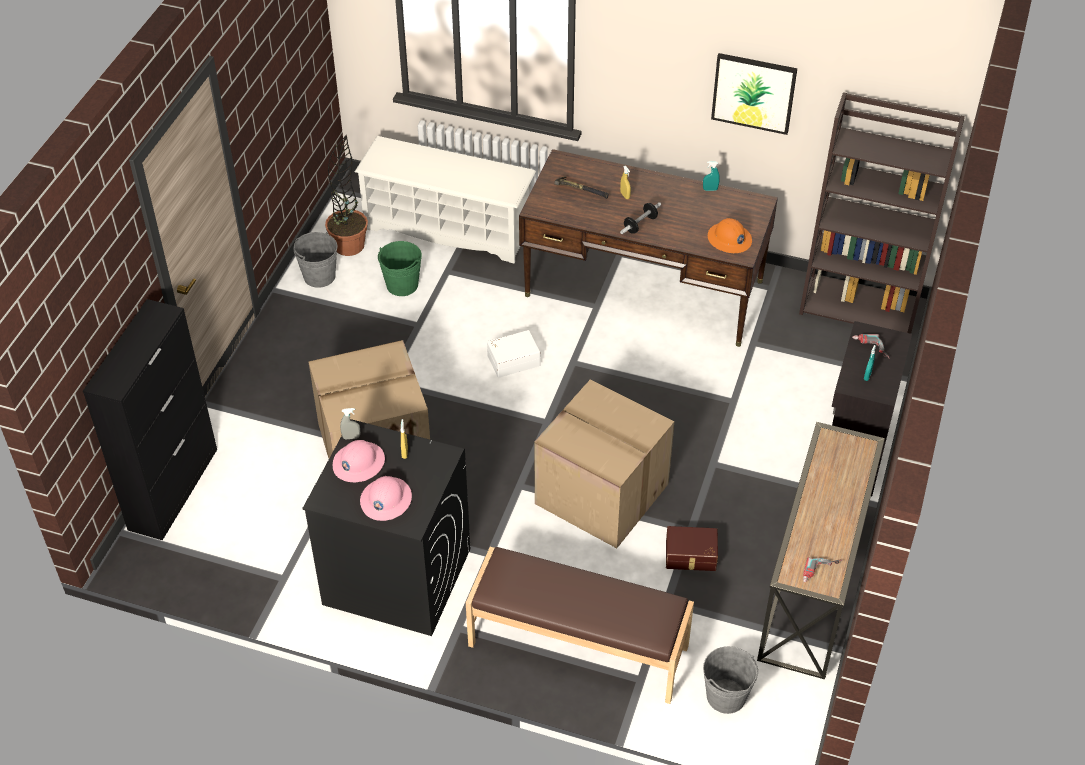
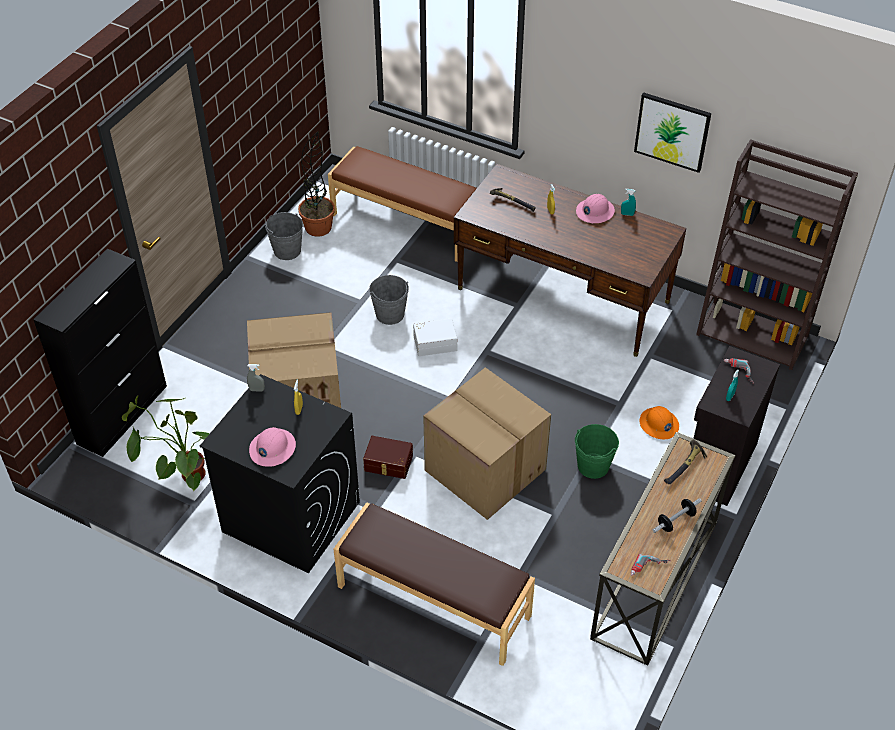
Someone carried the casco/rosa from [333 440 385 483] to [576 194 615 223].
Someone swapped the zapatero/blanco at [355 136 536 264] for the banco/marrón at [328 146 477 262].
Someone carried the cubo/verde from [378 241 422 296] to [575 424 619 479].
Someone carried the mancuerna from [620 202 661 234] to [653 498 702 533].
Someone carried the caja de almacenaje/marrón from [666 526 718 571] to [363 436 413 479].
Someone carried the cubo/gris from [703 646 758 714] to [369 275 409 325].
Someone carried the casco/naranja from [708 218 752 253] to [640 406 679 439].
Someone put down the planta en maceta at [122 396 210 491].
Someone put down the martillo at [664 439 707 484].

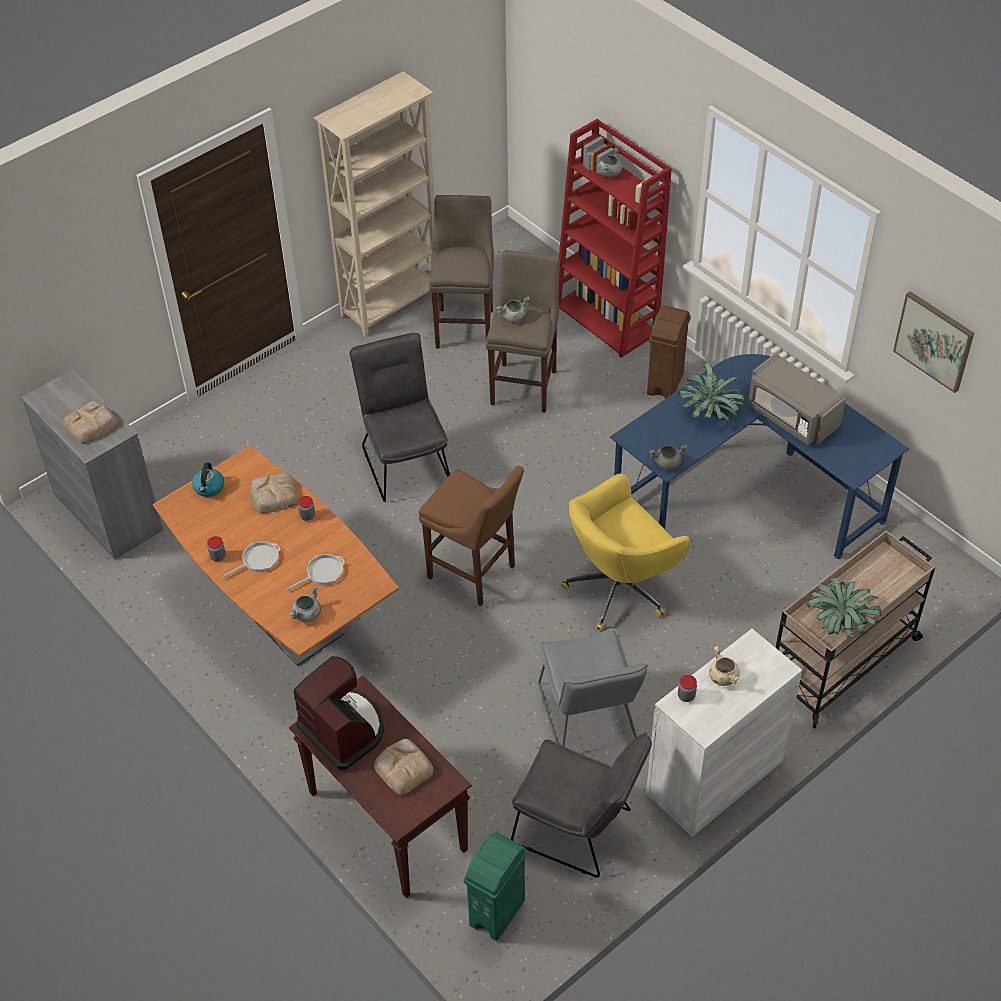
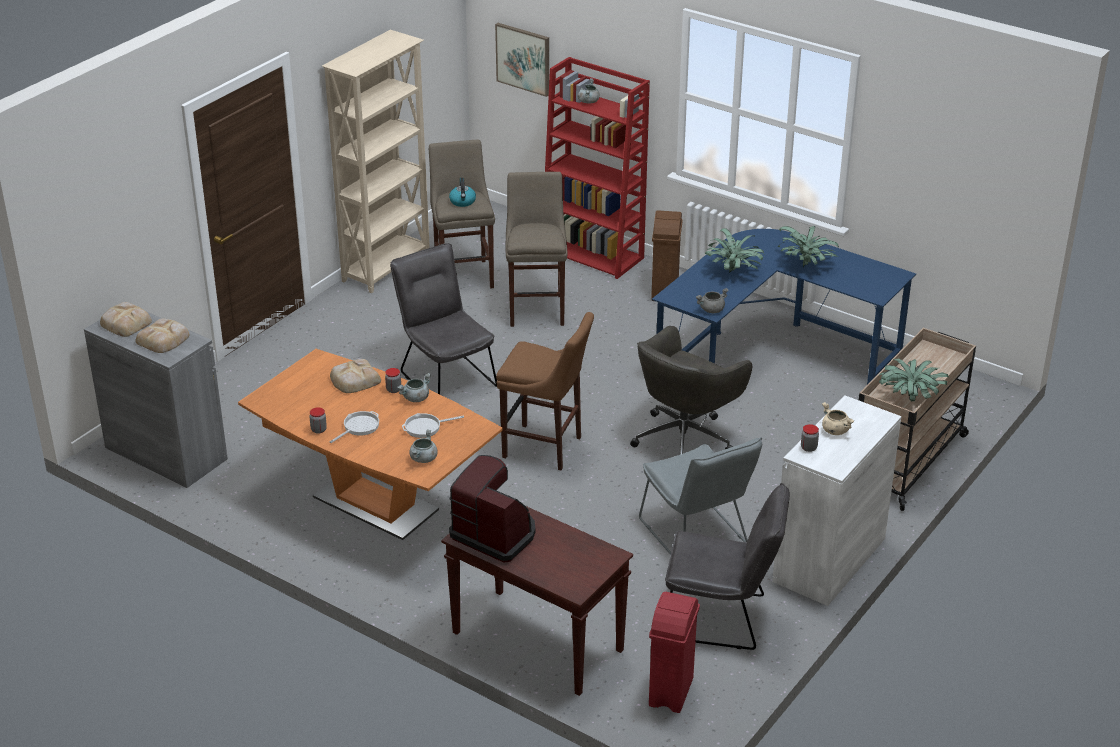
Someone carried the hervidor from [192 462 224 497] to [449 178 476 207].
Someone rotated the sartén at [286 554 345 591] by 150 degrees counterclockwise.
Someone carried the pan from [374 739 433 795] to [100 302 152 337].
Someone repainted the papelera/verde at [464 832 527 941], which became the papelera/rojo at [649 592 700 713].
Someone carried the olla/gris from [496 297 530 323] to [397 373 431 402].
Someone repainted the silla de oficina/amarillo at [561 474 690 631], which became the silla de oficina/gris at [630 326 752 454].
Someone swapped the microondas/gris at [748 353 846 445] for the planta en maceta at [778 226 839 268].
Someone carried the cuadro from [893 291 974 393] to [495 23 549 97].

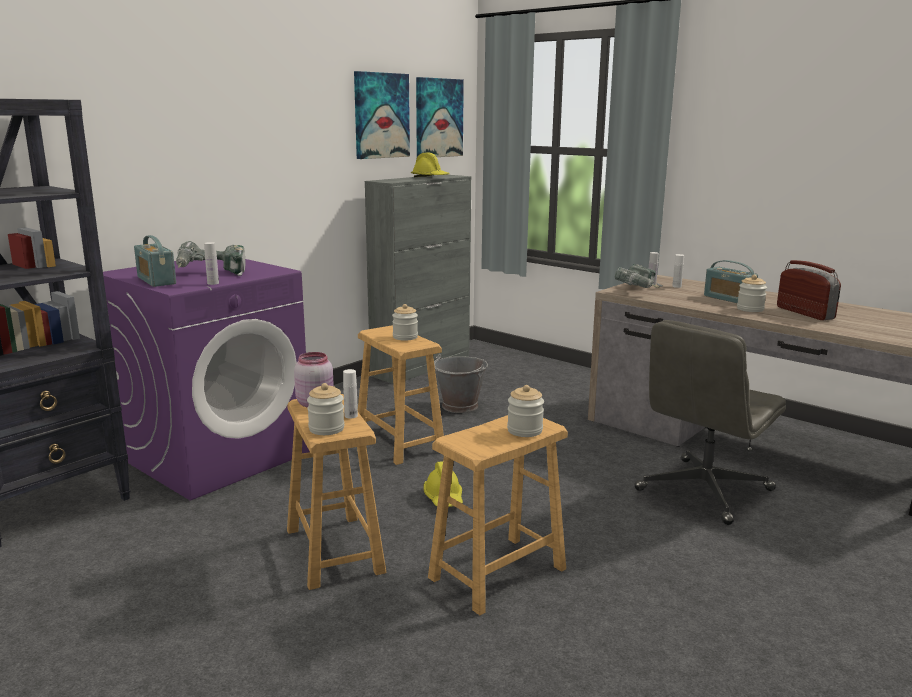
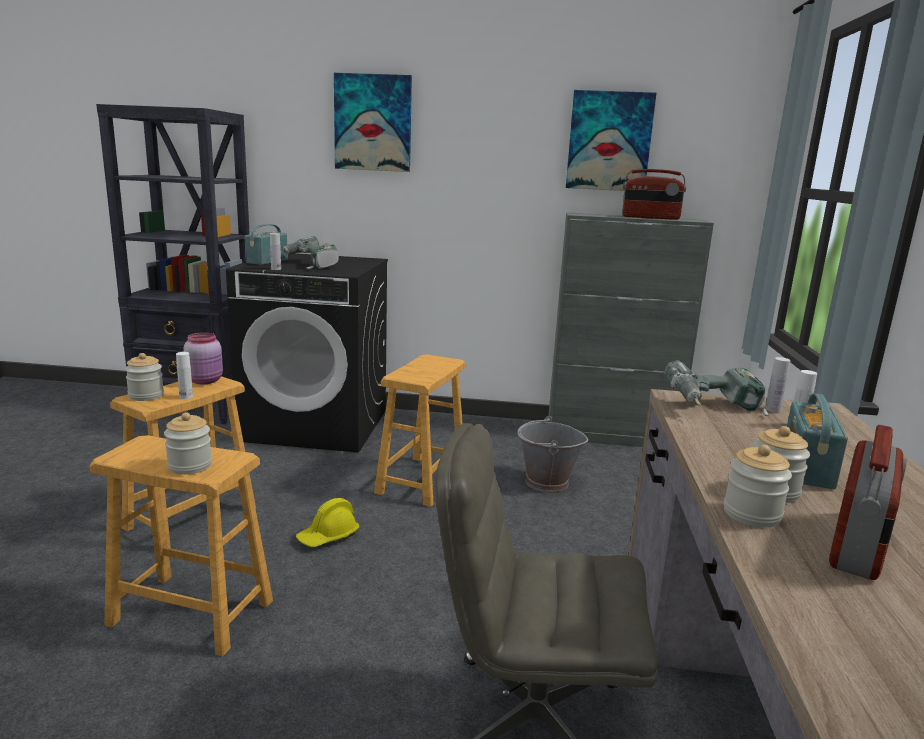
Someone repainted the lavadora/morado at [103 259 310 501], which became the lavadora/negro at [226 253 388 453].
Someone carried the tarro from [392 304 418 341] to [724 445 792 528].
Someone swapped the casco/amarillo at [411 153 450 177] for the radio at [622 169 686 220].
Someone carried the cuadro from [416 77 464 157] to [334 73 412 172].

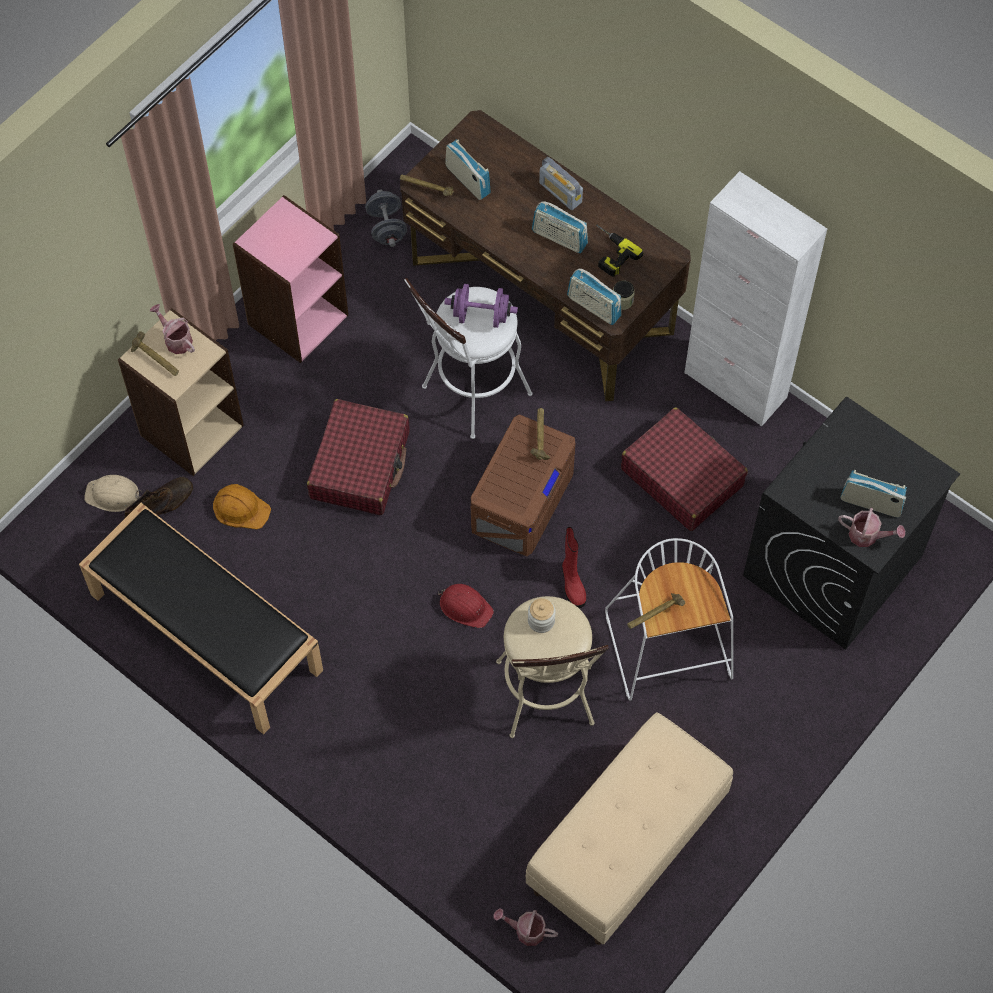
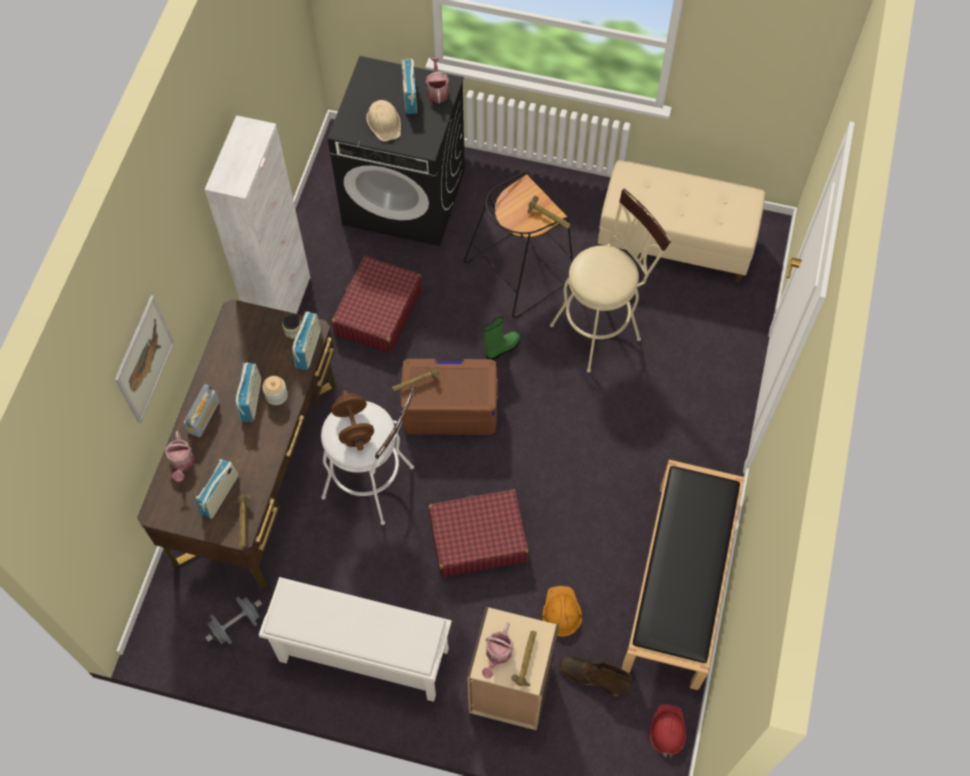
Someone carried the casco/beis from [84 475 142 512] to [366 100 401 141].
Someone swapped the estantería/rosa at [233 195 348 363] for the zapatero/blanco at [259 577 452 702].
Someone carried the casco/rojo from [438 584 494 628] to [650 704 686 758].
Someone repainted the mancuerna/morado at [445 284 518 328], which became the mancuerna/marrón at [331 390 374 450].
Someone carried the regadera from [494 908 558 946] to [164 431 195 482].
Someone carried the tarro from [528 598 556 633] to [262 376 288 405].
Someone repainted the bota/rojo at [562 527 586 608], which became the bota/verde at [484 317 520 360].
Someone took away the taladro at [596 225 644 277].
Someone repainted the taburete/blanco at [605 538 733 701], which became the taburete/negro at [463 172 573 318].
Someone put up the cuadro at [115 295 174 423].

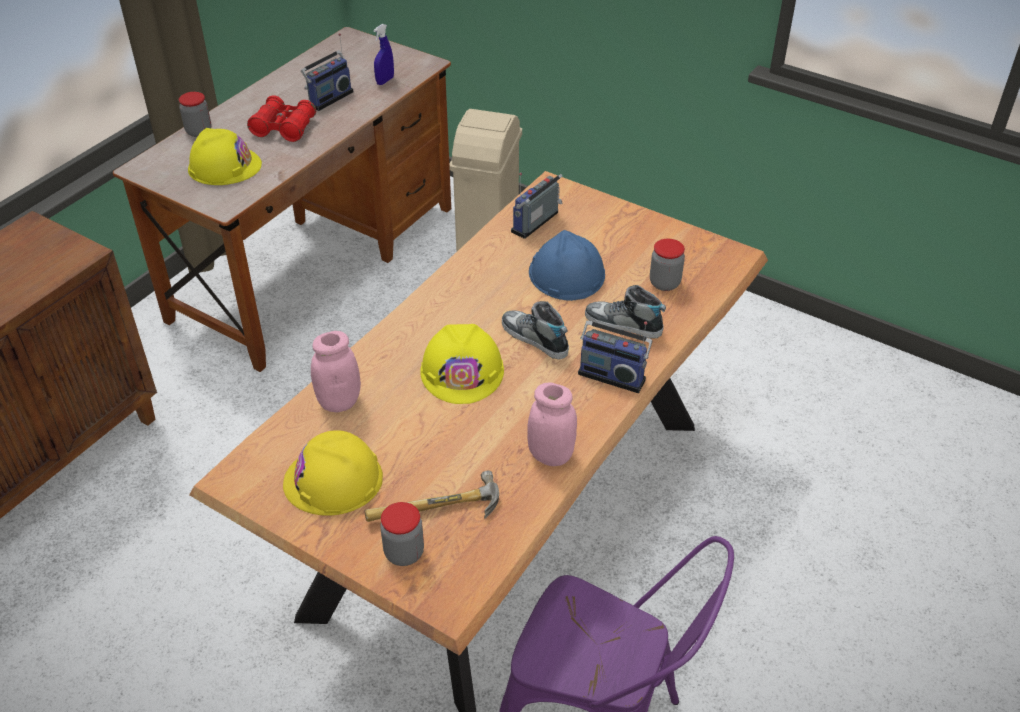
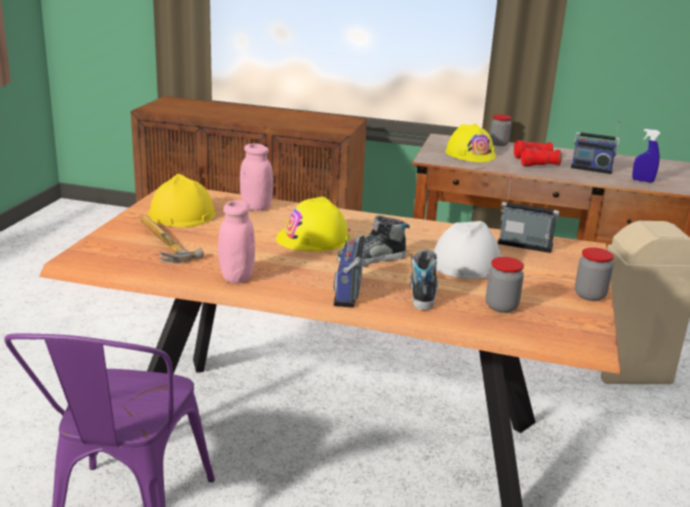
Someone carried the tarro from [380 502 424 566] to [575 247 614 301].
Someone rotated the zapato at [502 301 569 359] by 135 degrees counterclockwise.
Someone repainted the casco/azul at [529 230 605 301], which became the casco/blanco at [434 221 504 279].

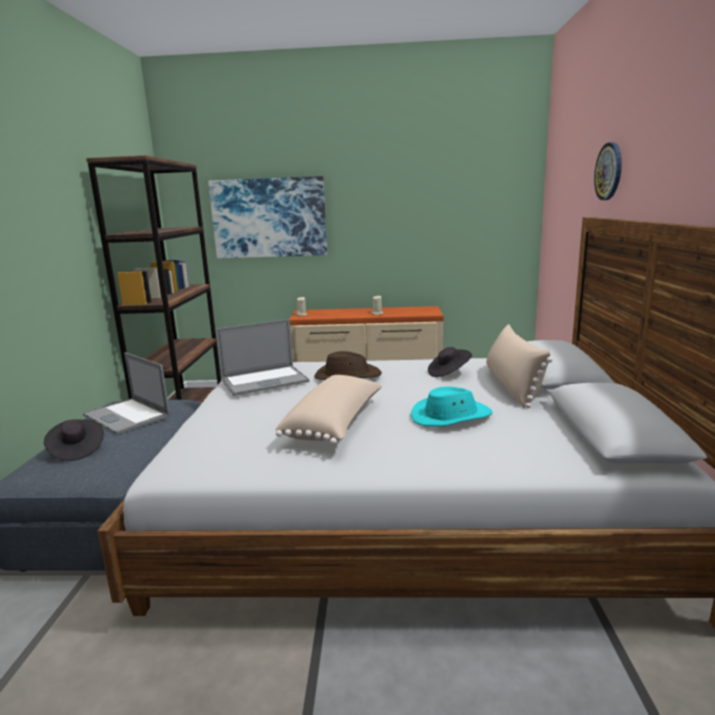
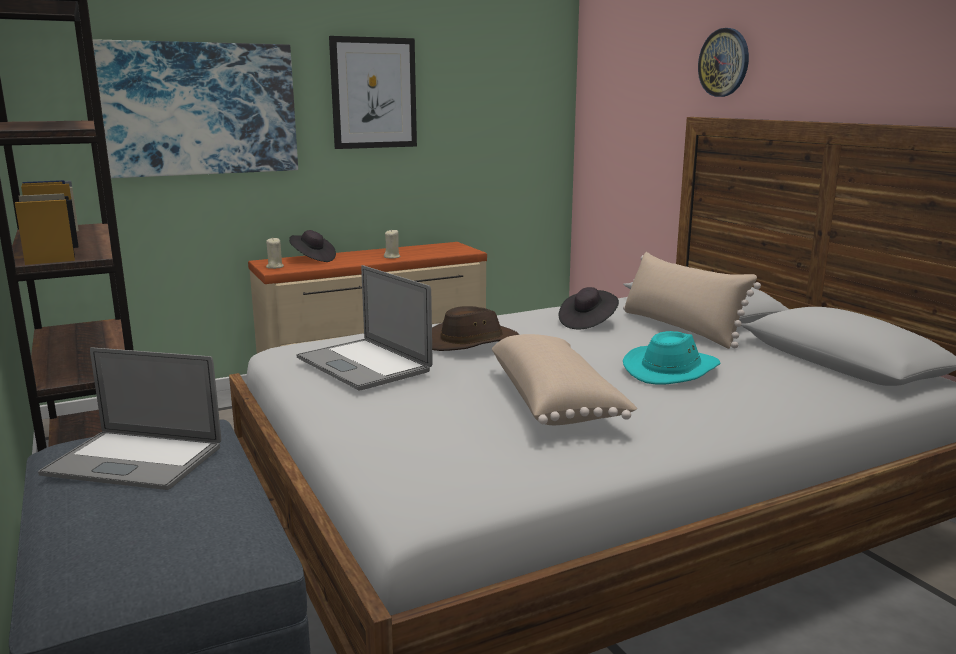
Someone carried the sombrero/negro from [44 419 104 461] to [289 230 336 262].
Someone rotated the portátil at [216 319 310 396] by 105 degrees clockwise.
Someone put up the cuadro at [329 36 417 149].

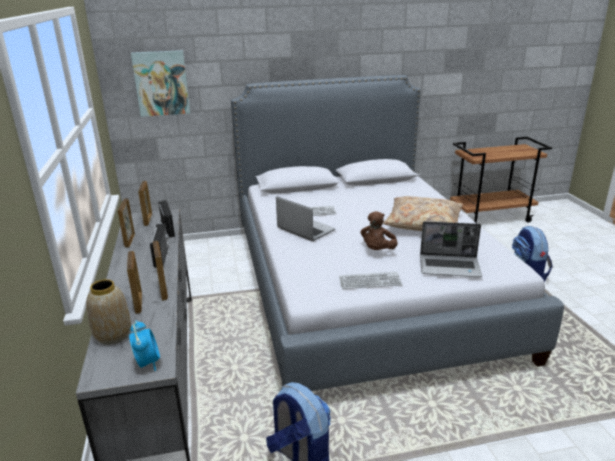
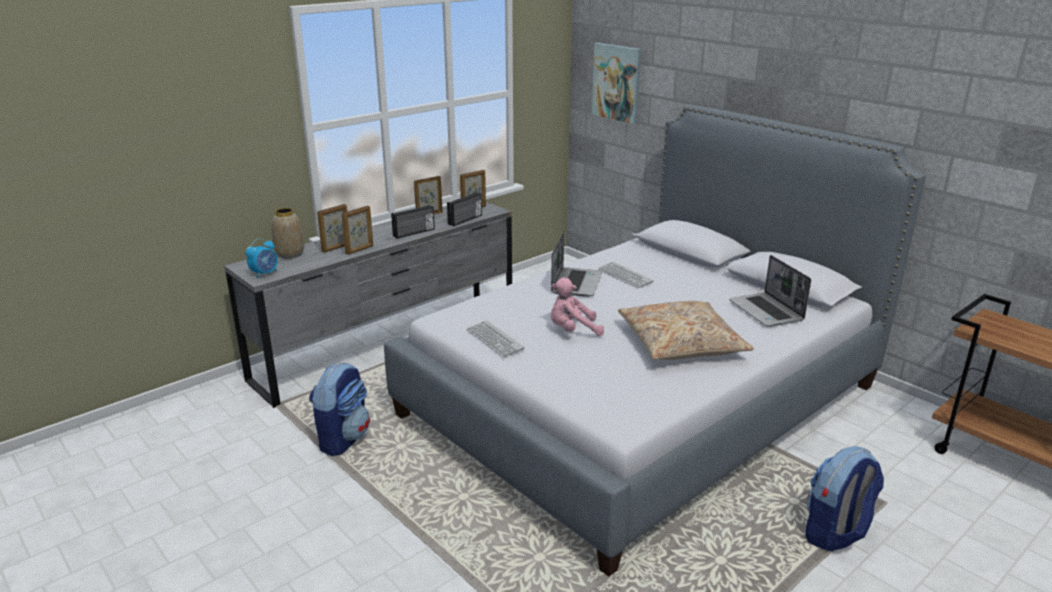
Someone repainted the peluche/marrón at [360 211 398 250], which became the peluche/rosa at [551 278 604 336].
Someone carried the portátil from [420 221 482 277] to [729 255 811 327].

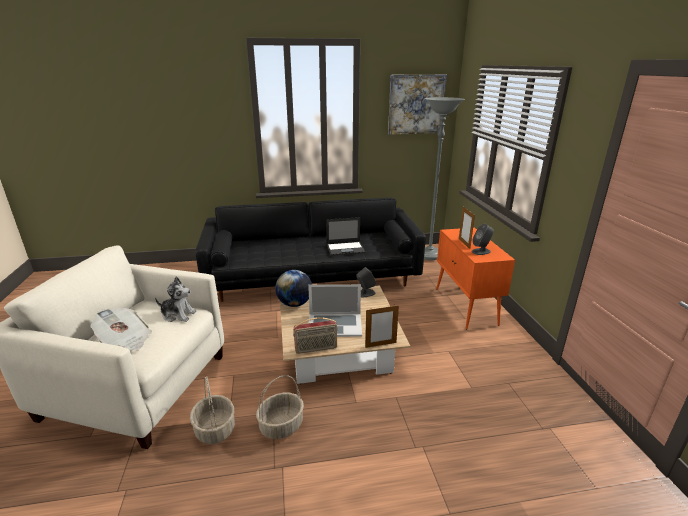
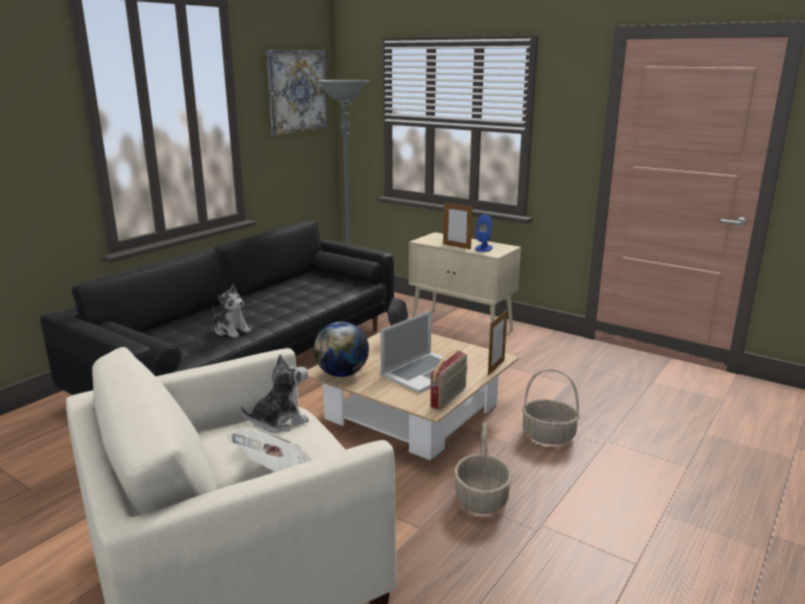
Someone carried the cesta from [190 376 235 444] to [522 369 580 445].
Someone took away the portátil at [326 217 366 256].
Someone repainted the armario/naranja at [436 228 515 329], which became the armario/beis at [409 232 521 331].
Someone repainted the altavoz/gris at [472 224 494 255], which became the altavoz/azul at [475 214 493 252].
Someone put down the peluche at [213 284 251 338].

